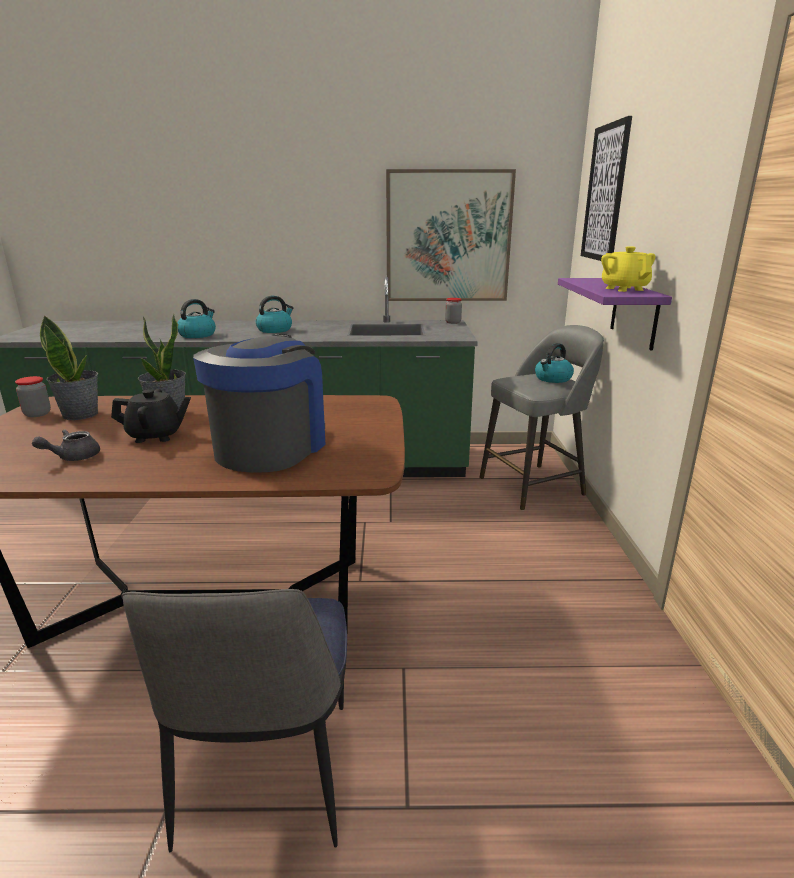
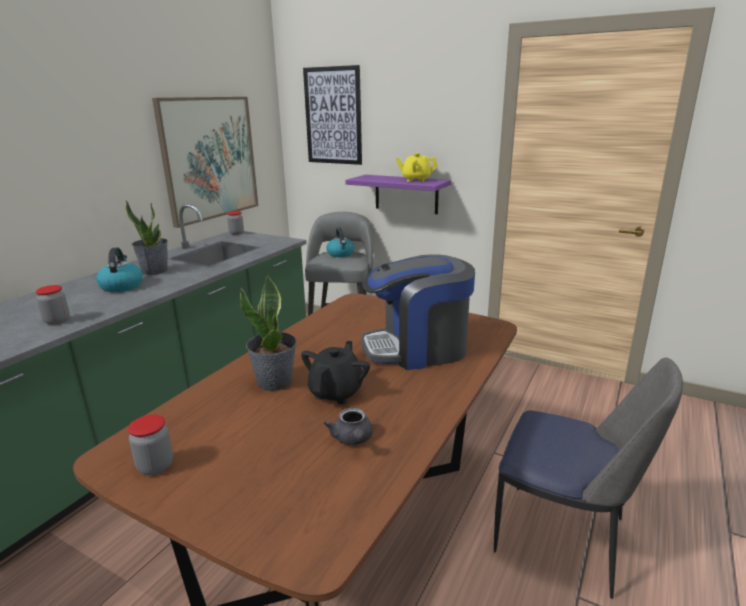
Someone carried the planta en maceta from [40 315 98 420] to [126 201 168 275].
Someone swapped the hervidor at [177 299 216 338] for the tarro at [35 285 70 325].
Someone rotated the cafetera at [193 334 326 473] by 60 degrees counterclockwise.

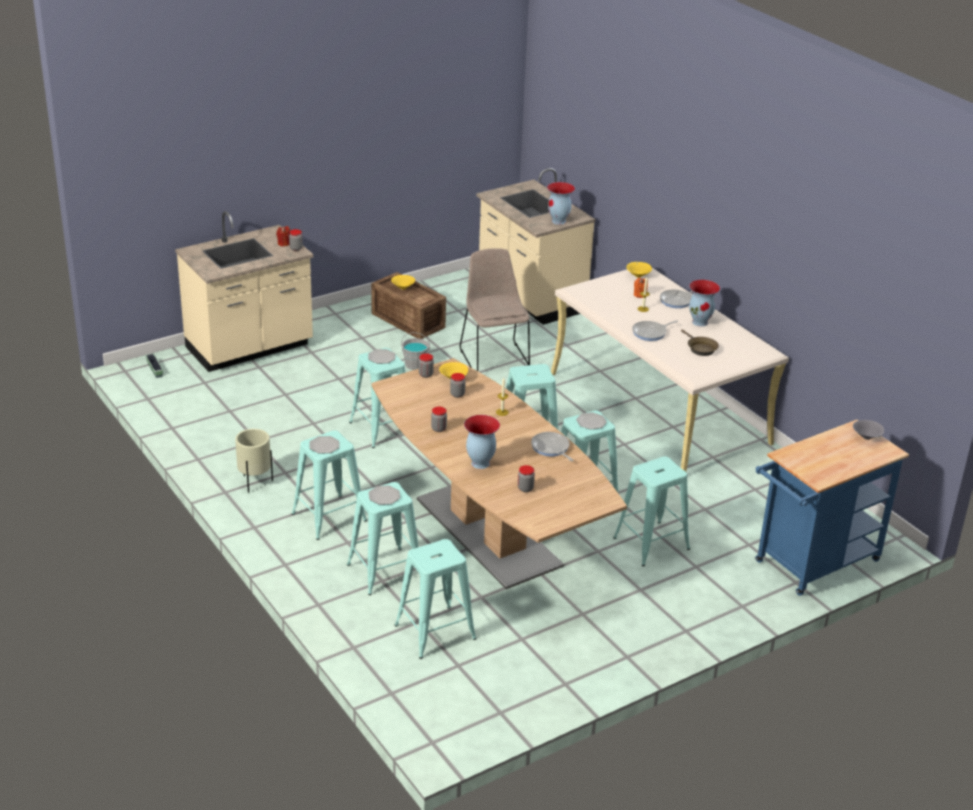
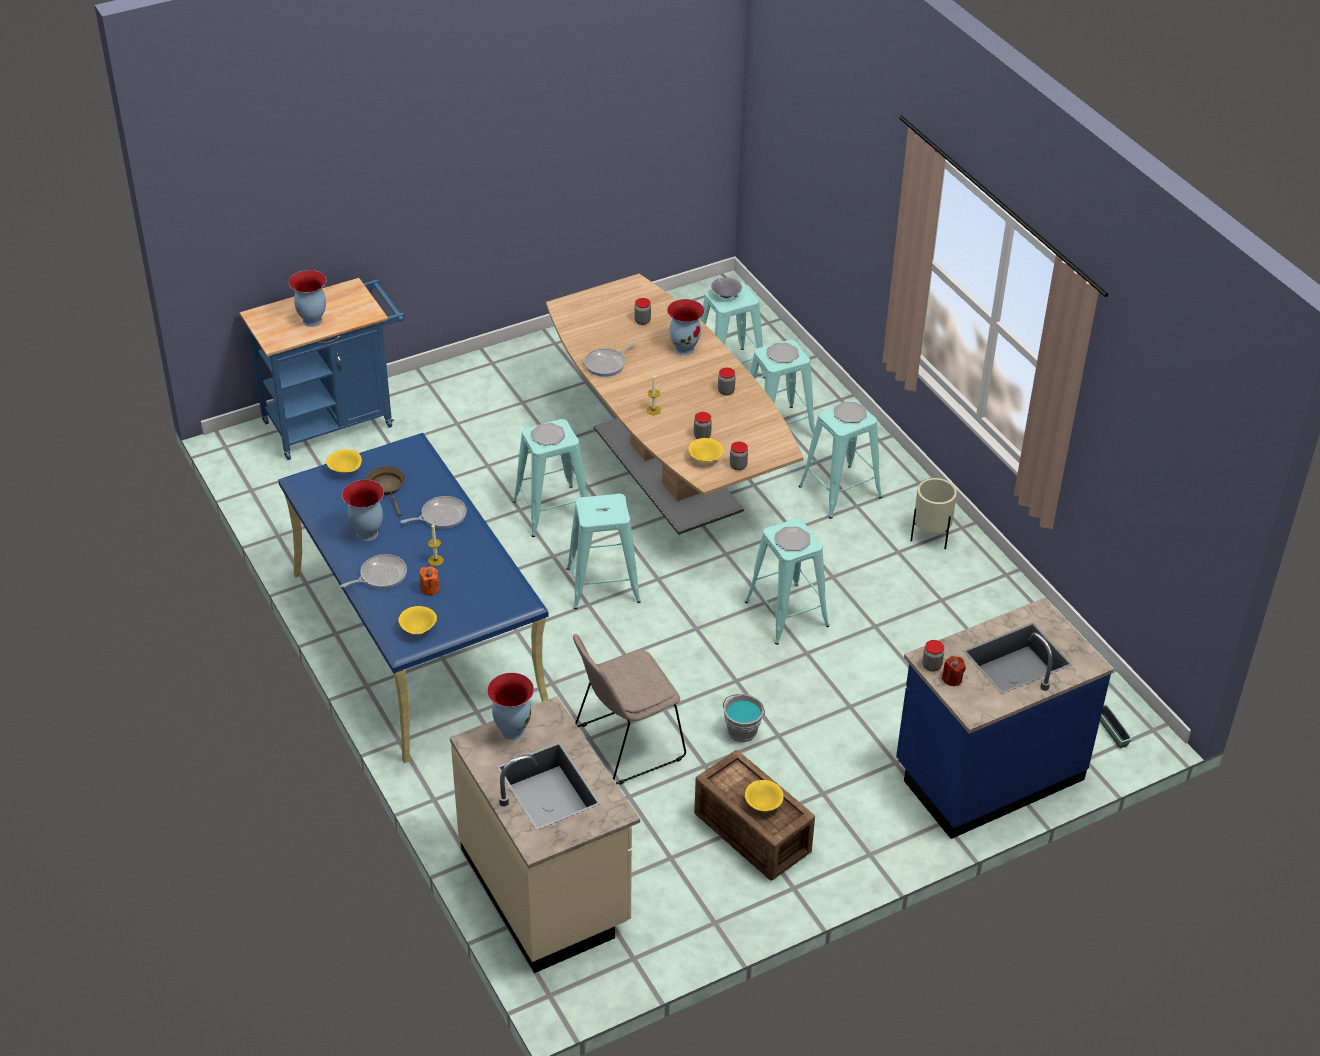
Someone repainted the mueble bajo de cocina/beis at [175 211 313 372], which became the mueble bajo de cocina/azul at [896 598 1113 839].
Someone rotated the silla/beis at [460 248 530 371] by 75 degrees clockwise.
Someone rotated the sartén at [531 432 574 461] by 75 degrees clockwise.
Someone repainted the escritorio/beis at [551 268 789 472], which became the escritorio/azul at [278 433 549 763].
Someone took away the taburete/turquesa at [613 456 690 566].
Someone carried the cuenco/gris from [853 420 884 440] to [711 277 742 298].
Someone put down the florero at [289 270 327 327].
Someone put down the cuenco/amarillo at [326 449 362 473].

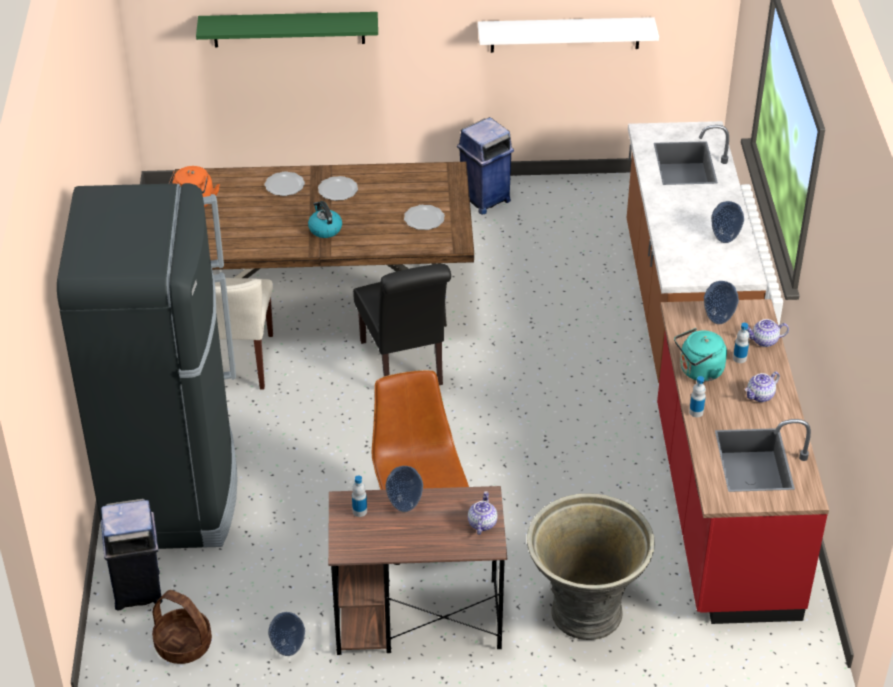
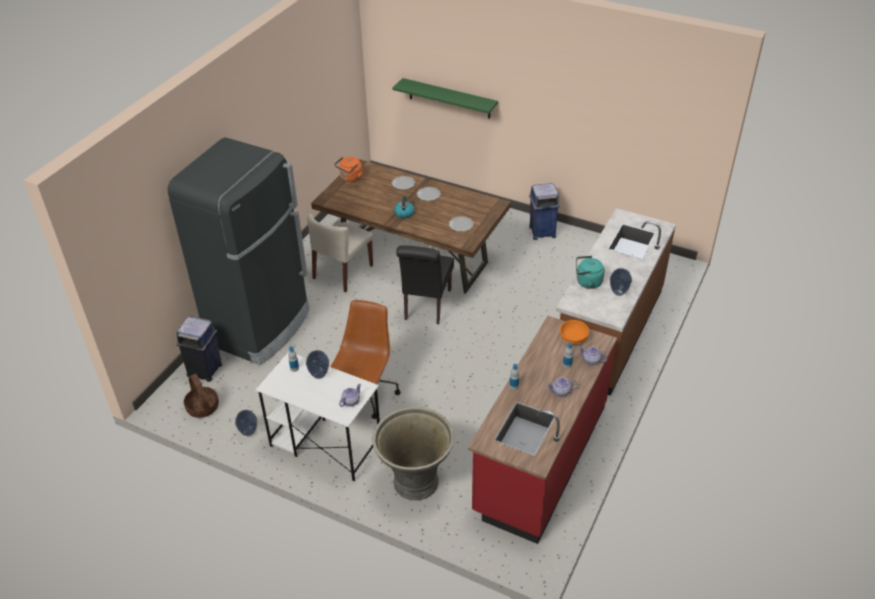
Someone repainted the escritorio/marrón at [328 486 507 655], which became the escritorio/blanco at [256 352 380 481].
Someone took away the estante/blanco at [478 17 659 53].
Someone carried the hervidor/turquesa from [674 328 727 382] to [576 256 605 289].
Someone swapped the florero at [704 281 739 324] for the cuenco/naranja at [560 320 589 344].

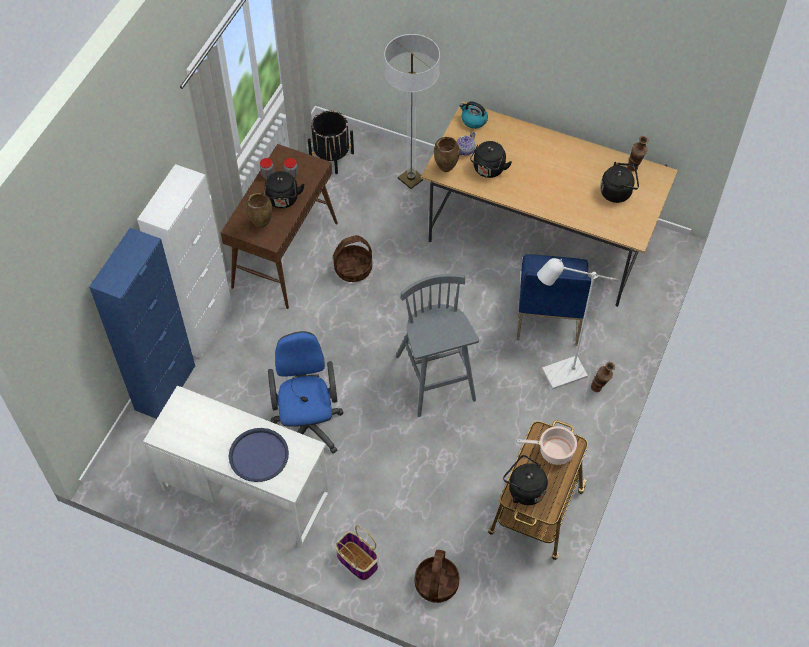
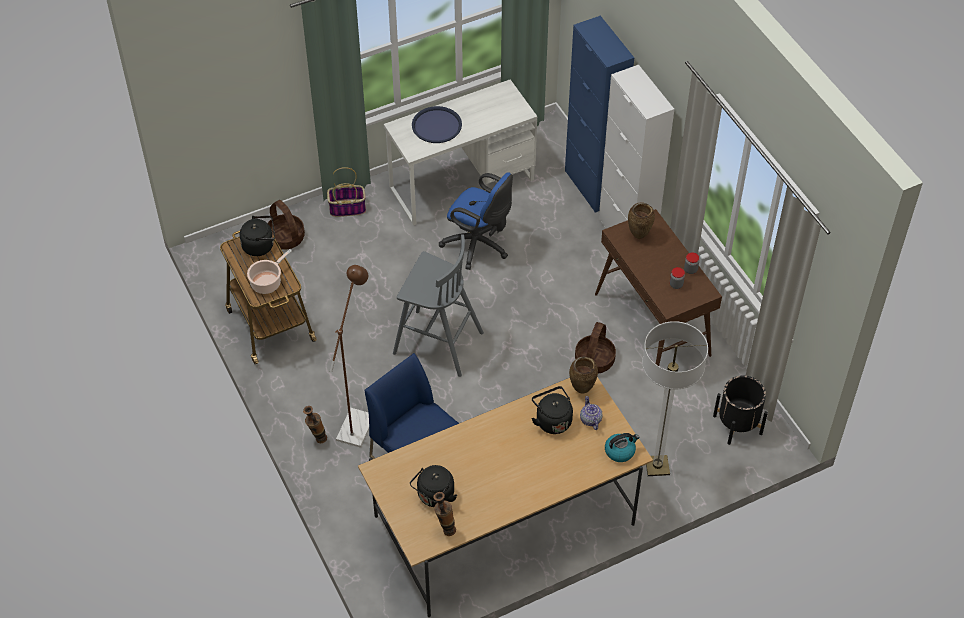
Someone took away the hervidor/negro at [265 171 305 208].
Someone repainted the lámpara de pie/blanco at [537 258 619 389], which became the lámpara de pie/marrón at [329 265 369 448].

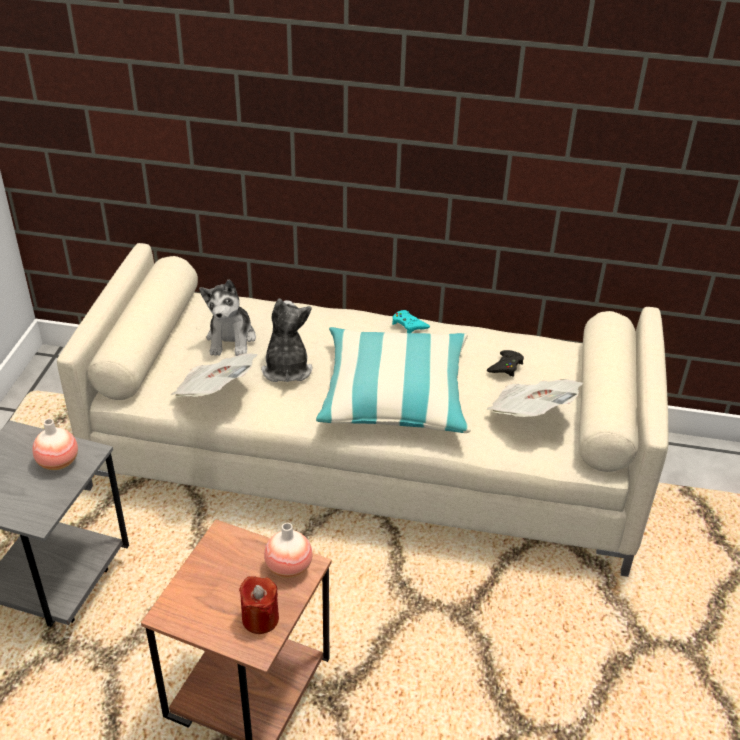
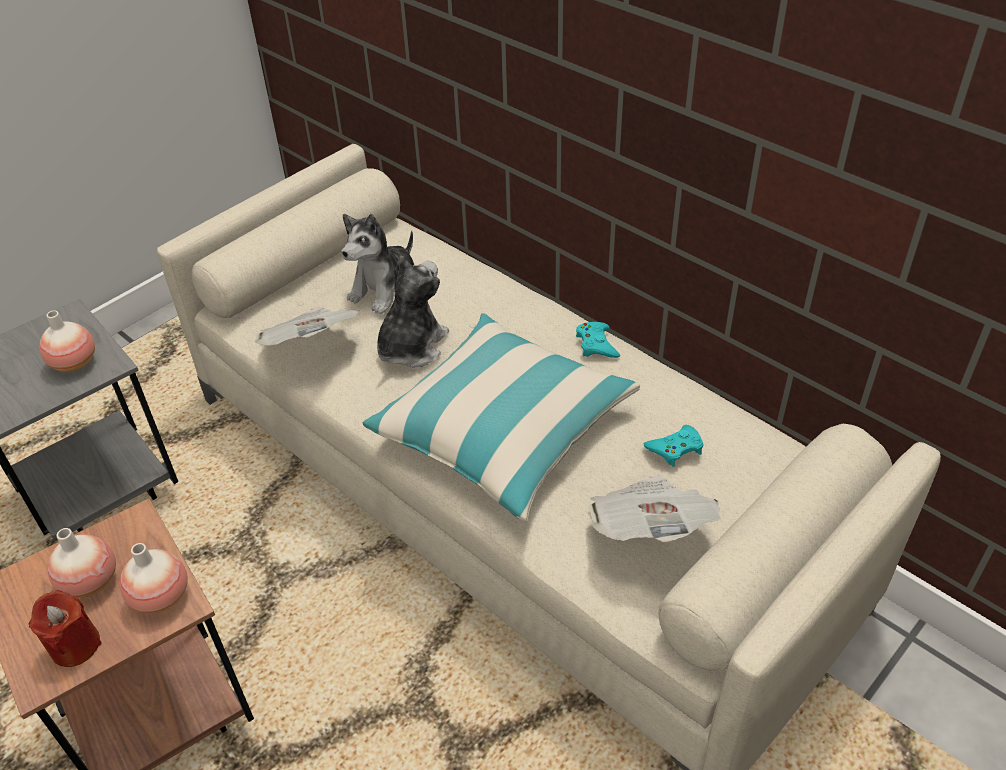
Someone repainted the mando de consola/negro at [487 350 524 377], which became the mando de consola/turquesa at [644 425 704 467].
Someone put down the florero at [47 528 116 598].

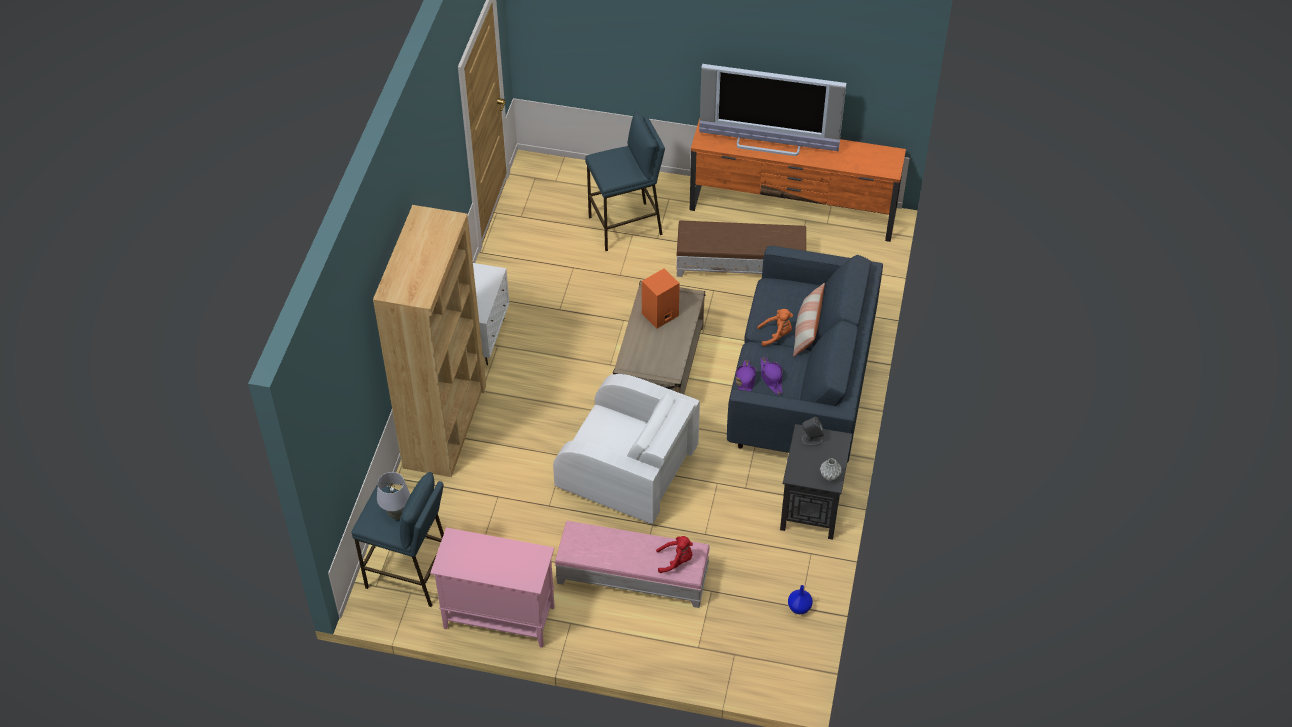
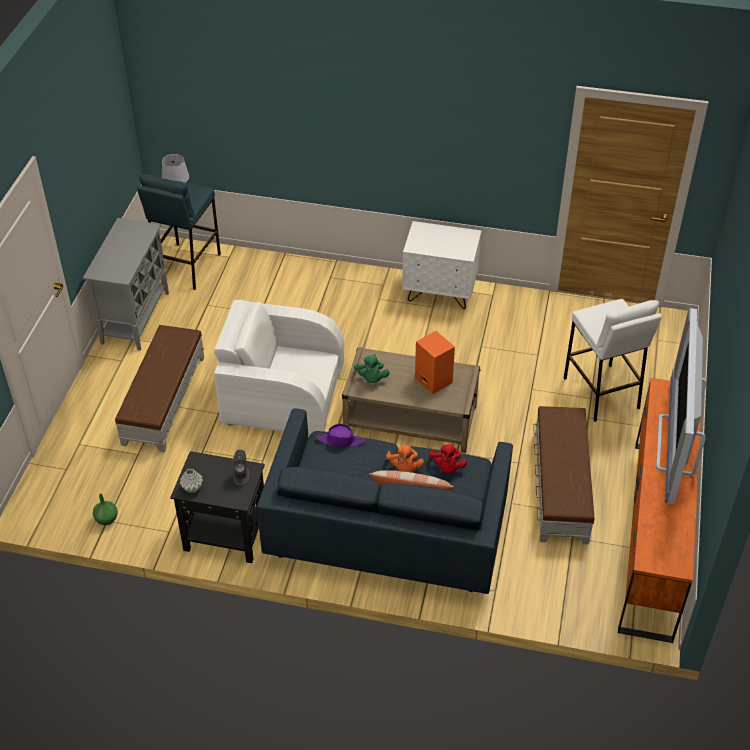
Someone took away the estantería/marrón at [373 205 486 477].
Someone repainted the armario/rosa at [430 527 555 648], which became the armario/gris at [83 218 169 350].
Someone rotated the sillón/blanco at [553 374 700 524] by 75 degrees clockwise.
Someone repainted the puf/rosa at [555 521 710 608], which became the puf/marrón at [115 325 204 452].
Someone repainted the taburete/azul at [585 112 665 251], which became the taburete/blanco at [564 299 662 422].
Someone carried the peluche/rojo from [656 536 693 573] to [429 443 467 473].
Someone took away the sombrero/morado at [760 357 782 395].
Someone repainted the florero/azul at [788 585 813 614], which became the florero/verde at [93 494 118 525].
Someone put down the peluche/verde at [354 354 389 383].

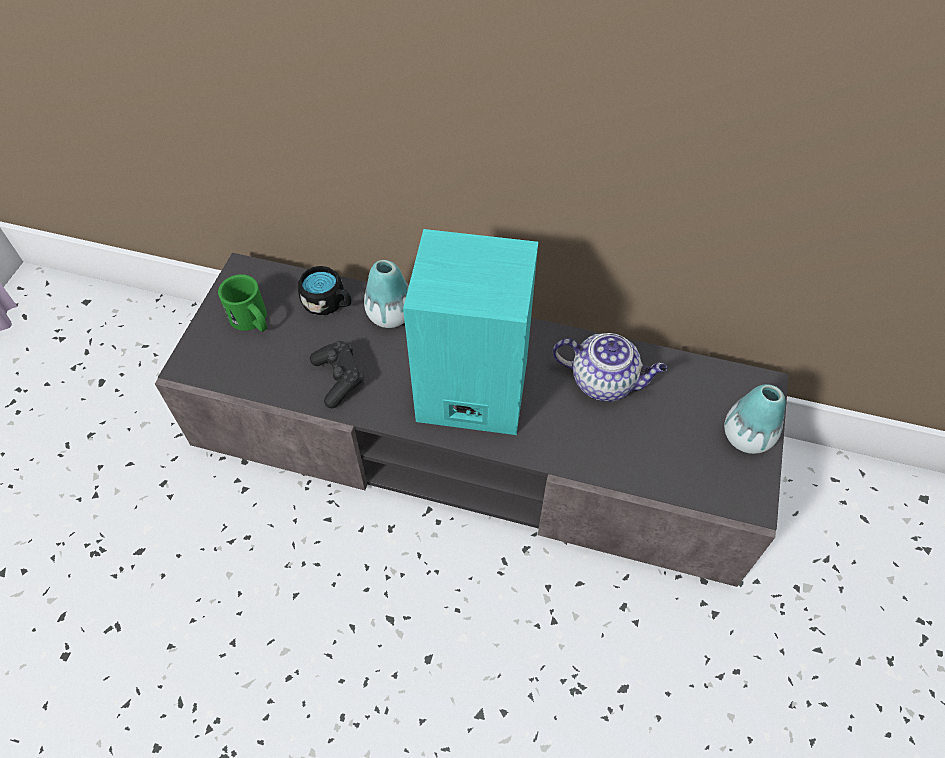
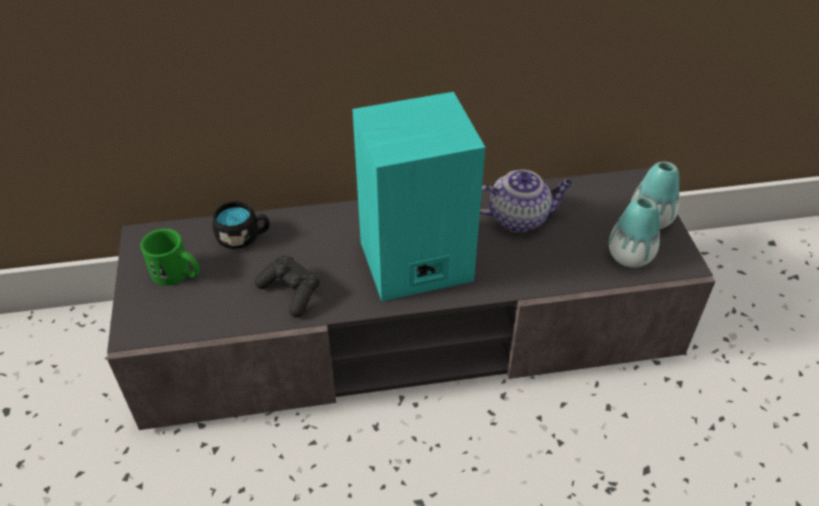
Someone carried the florero from [364 260 409 328] to [609 197 660 268].

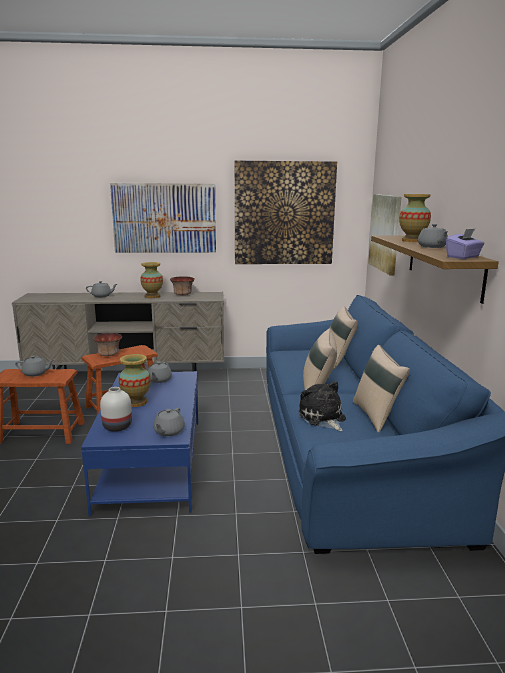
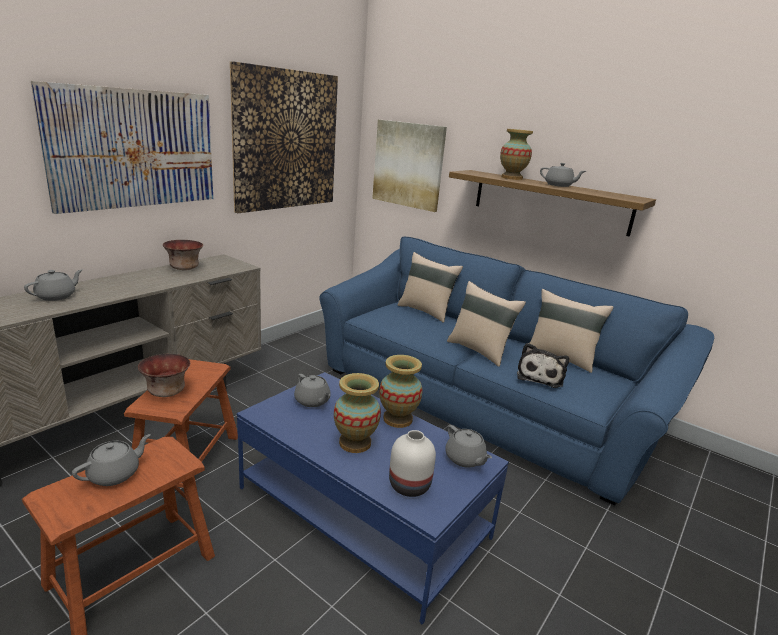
Someone carried the florero from [140 262 163 298] to [379 355 423 428].
Someone rotated the peluche at [299 381 346 431] by 90 degrees counterclockwise.
Someone took away the caja de pañuelos/morado at [446 229 484 259].

